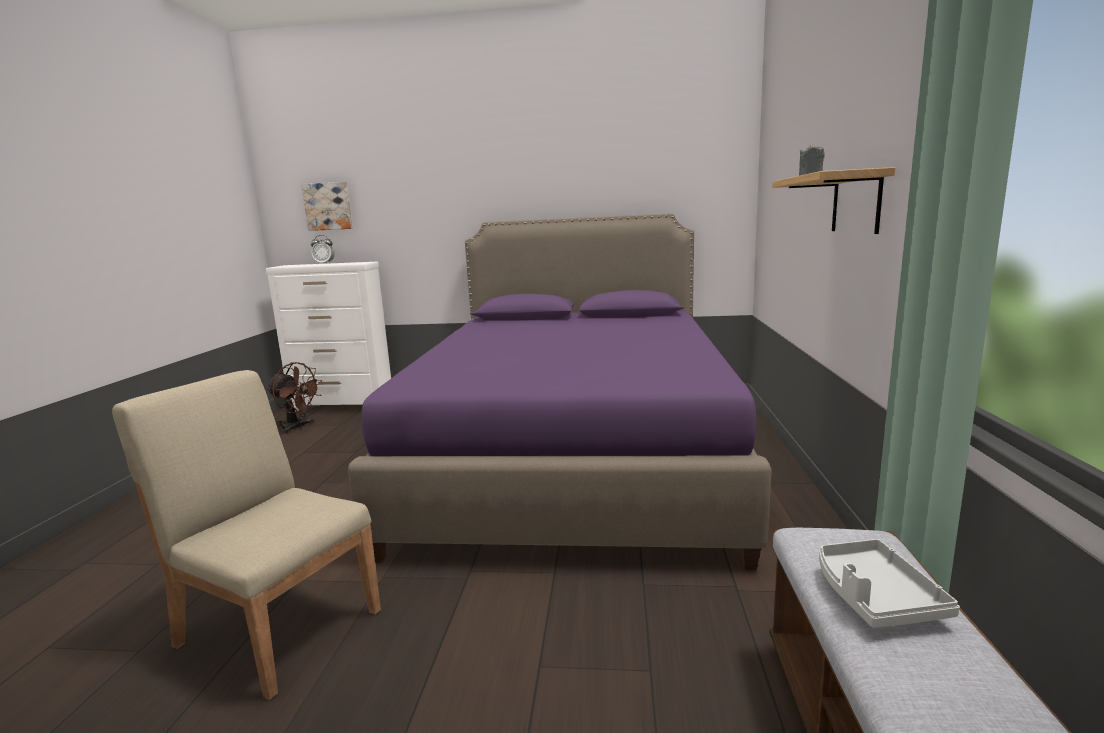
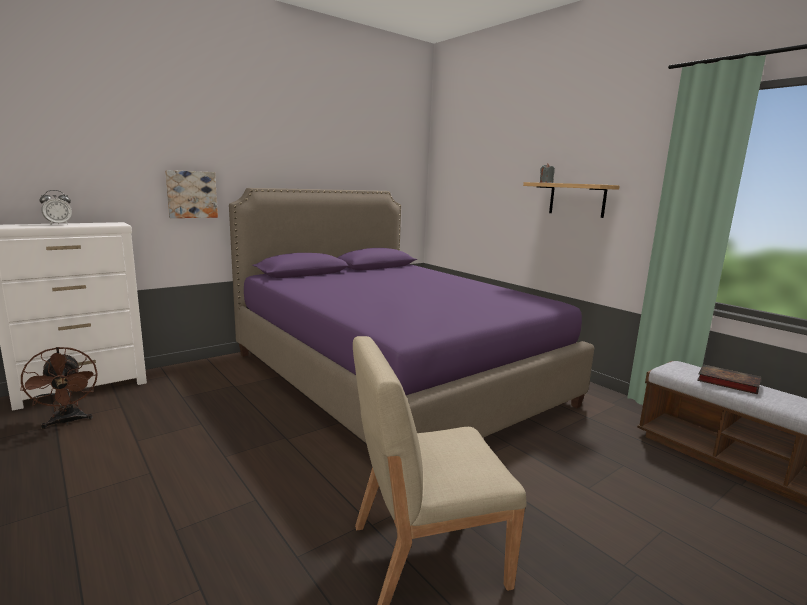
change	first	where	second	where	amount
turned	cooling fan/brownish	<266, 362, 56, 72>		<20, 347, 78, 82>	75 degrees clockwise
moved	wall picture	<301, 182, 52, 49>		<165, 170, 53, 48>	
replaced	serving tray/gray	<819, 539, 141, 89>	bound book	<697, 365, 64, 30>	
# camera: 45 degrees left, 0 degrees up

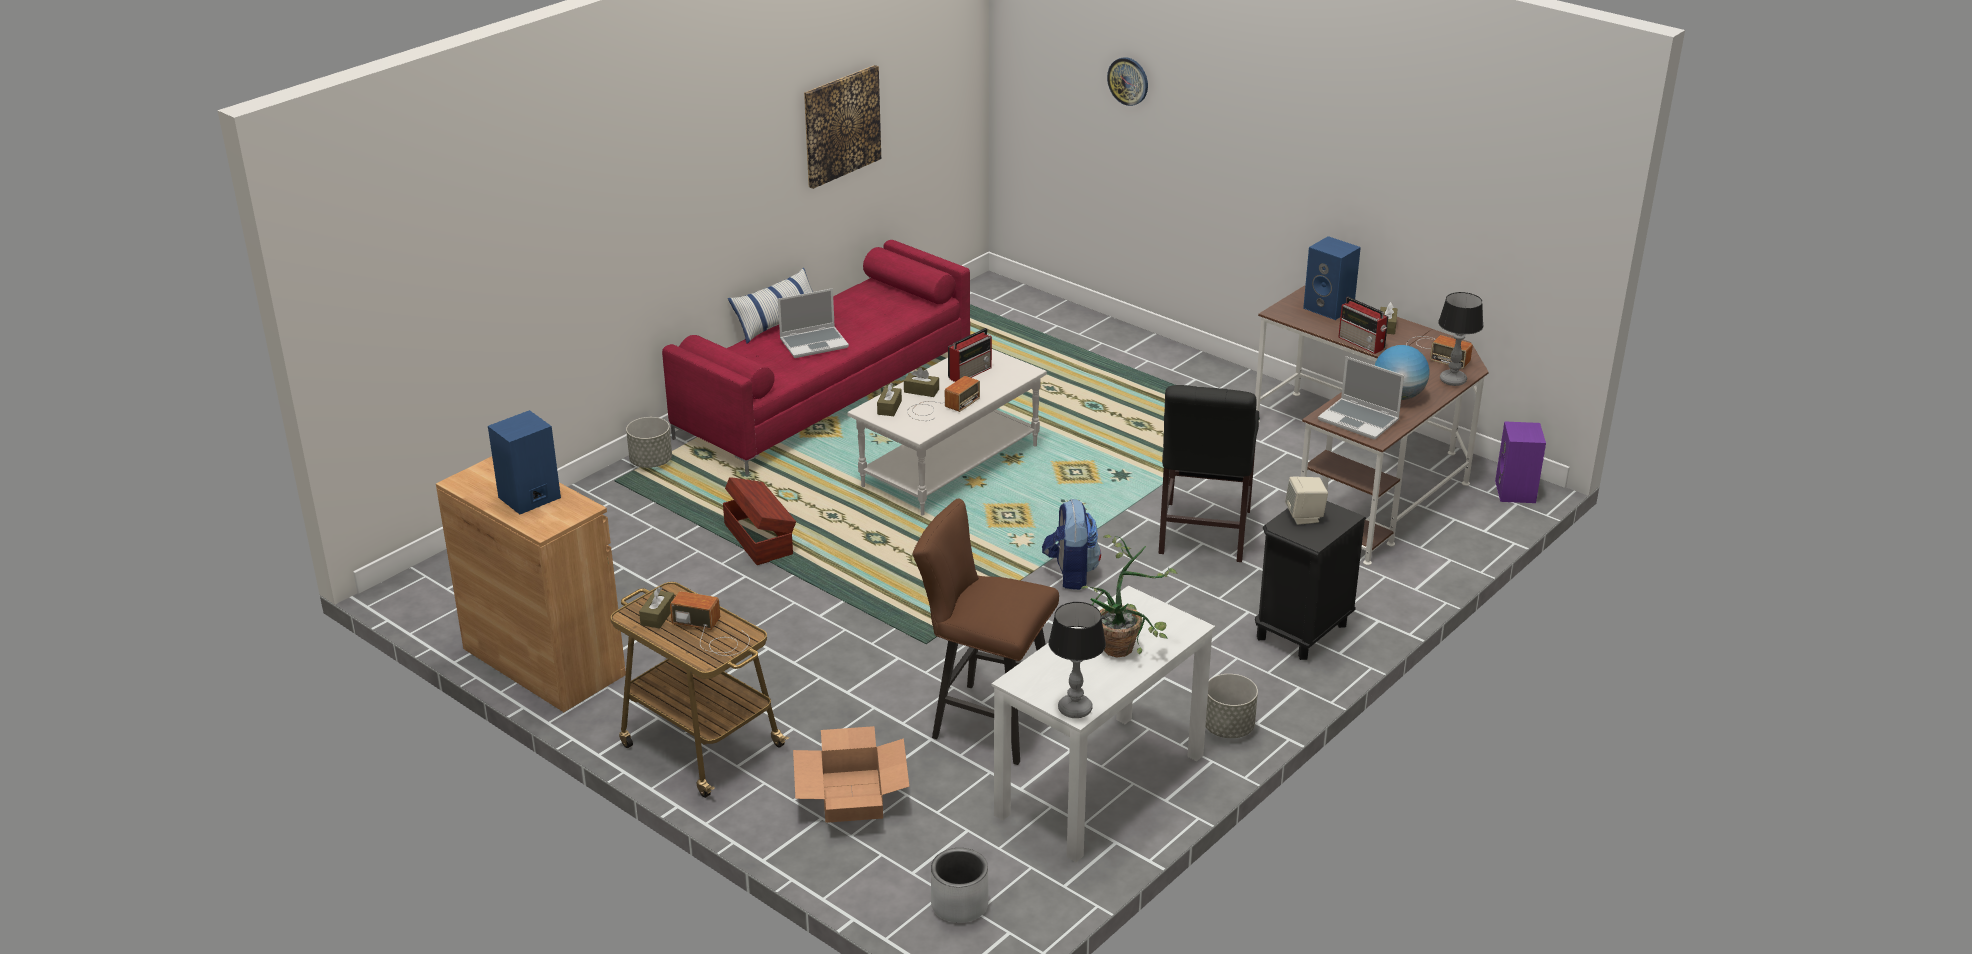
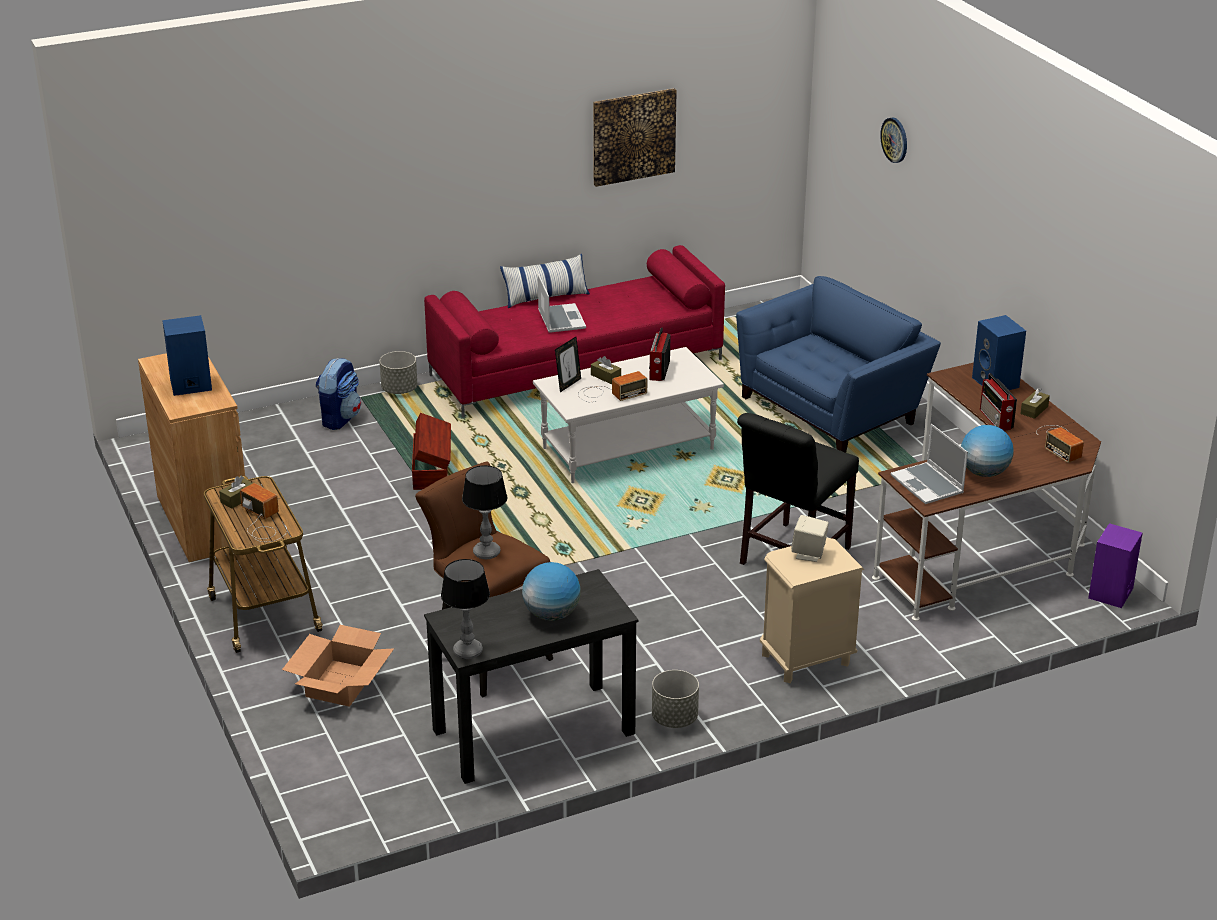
change	first	where	second	where	amount
moved	knapsack	<1042, 499, 59, 91>		<315, 358, 46, 72>	
recoloured	desk unit/whitish	<992, 586, 223, 276>	desk unit/black	<424, 569, 214, 215>	
moved	lamp for a table	<1438, 292, 45, 94>		<462, 465, 46, 94>	
replaced	houseplant	<1081, 535, 97, 122>	desk globe	<522, 562, 59, 59>	
turned	laptop	<778, 288, 71, 70>		<538, 274, 48, 59>	105 degrees counterclockwise
replaced	tissue box/brownish	<877, 383, 25, 33>	photo frame	<555, 337, 26, 55>	
turned	radio receiver	<948, 328, 44, 54>		<649, 327, 22, 54>	120 degrees clockwise
added			easy chair/blue	<736, 276, 205, 177>	
recoloured	bedside table/black	<1255, 501, 111, 159>	bedside table/sand-coloured	<760, 537, 104, 146>	
removed	planter/gray	<931, 848, 58, 75>			
# camera: 25 degrees right, 0 degrees up

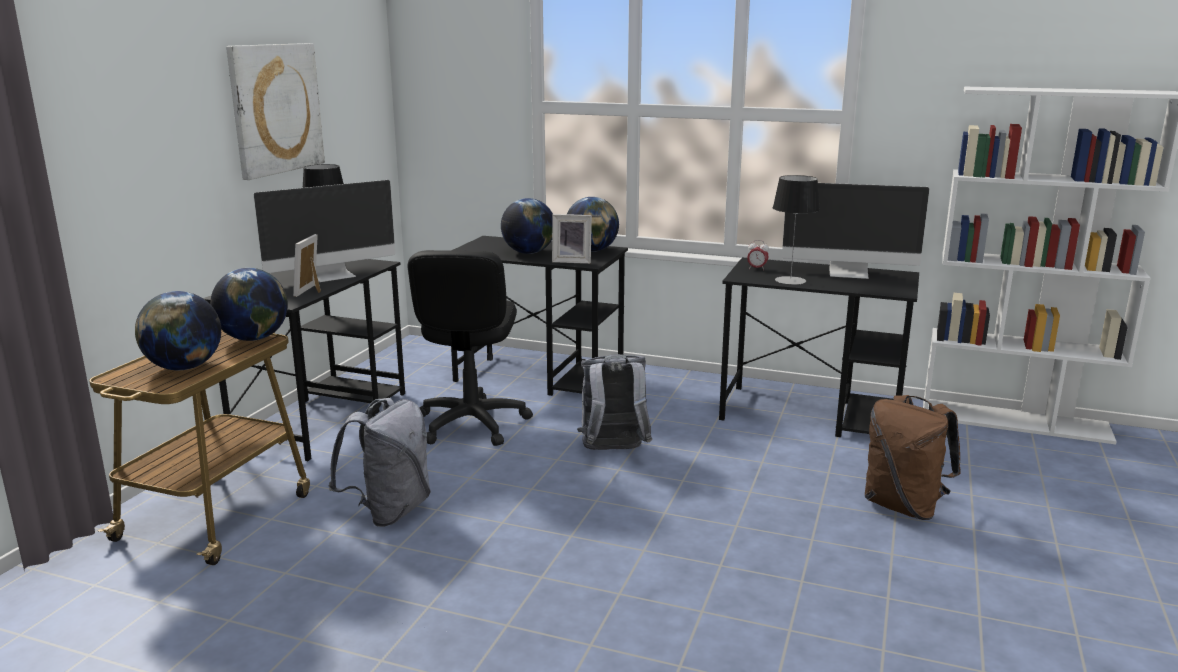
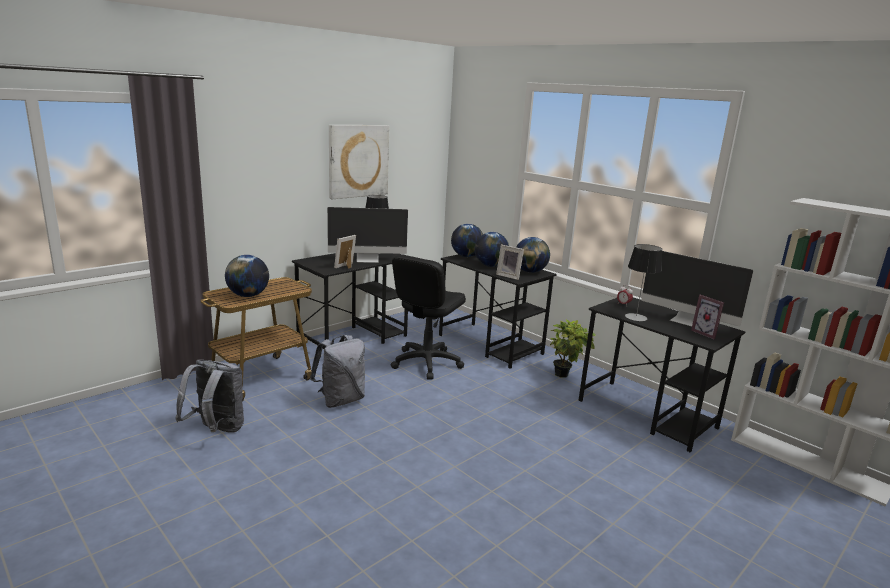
change	first	where	second	where	amount
moved	knapsack/gray	<577, 354, 75, 96>		<175, 360, 69, 73>	
moved	desk globe	<210, 268, 78, 73>		<451, 224, 32, 33>	
added			houseplant	<550, 319, 45, 59>	
added			photo frame	<691, 295, 33, 44>	
removed	knapsack/brownish	<865, 395, 96, 125>			
# camera: 25 degrees right, 0 degrees up

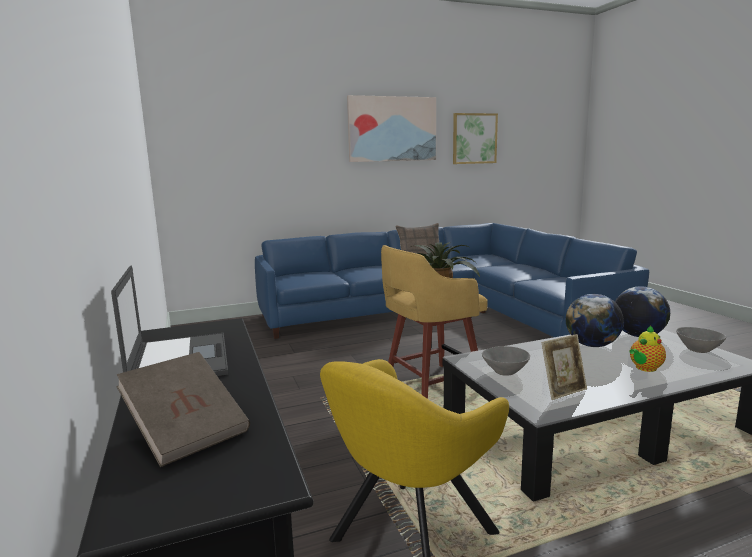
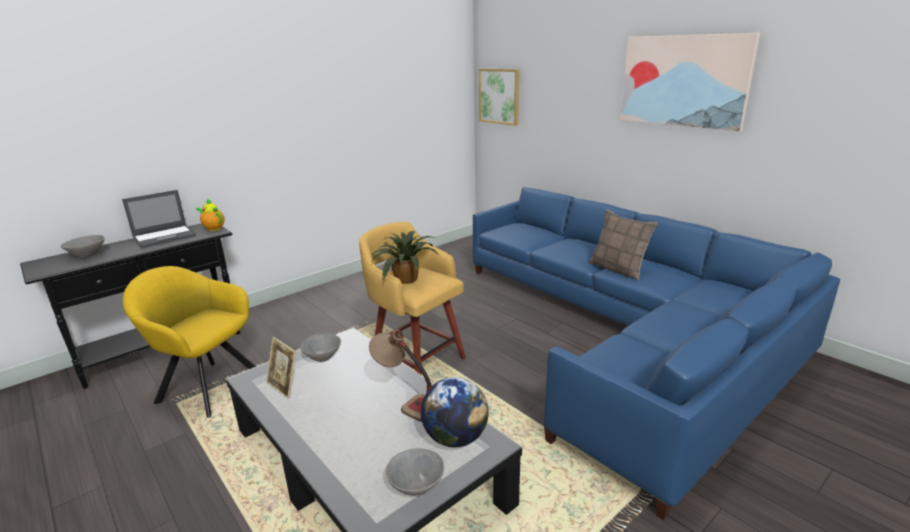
change	first	where	second	where	amount
replaced	bound book/brownish	<117, 352, 133, 115>	serving bowl/gray	<61, 235, 44, 23>	
moved	tea pot	<629, 326, 37, 46>		<196, 199, 29, 32>	
replaced	desk globe	<566, 294, 58, 53>	lamp for a table	<369, 330, 63, 92>	
moved	wall picture	<453, 113, 45, 51>		<479, 69, 40, 57>	
# camera: 70 degrees right, 10 degrees up

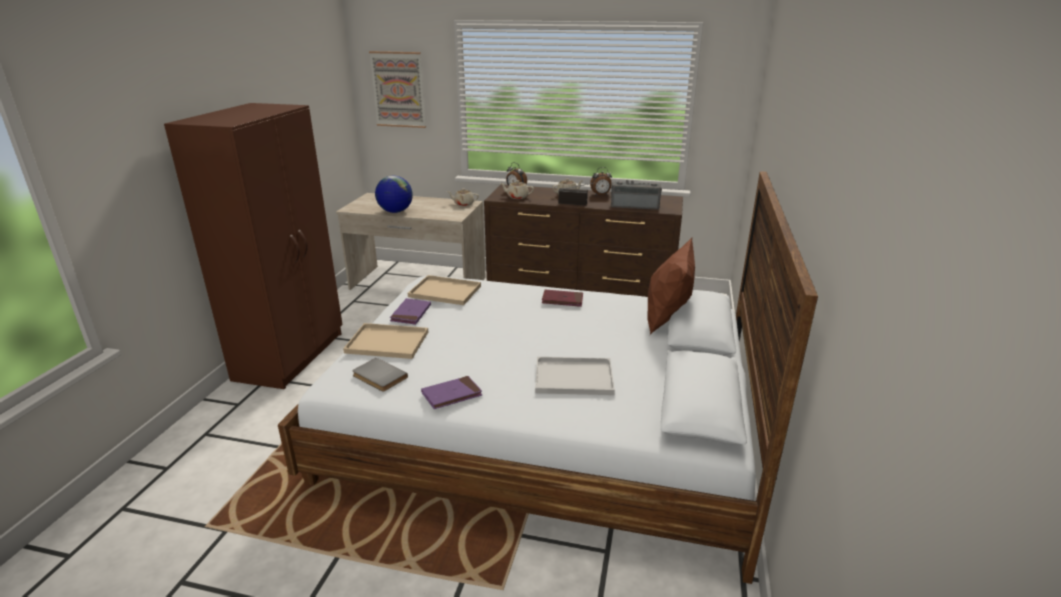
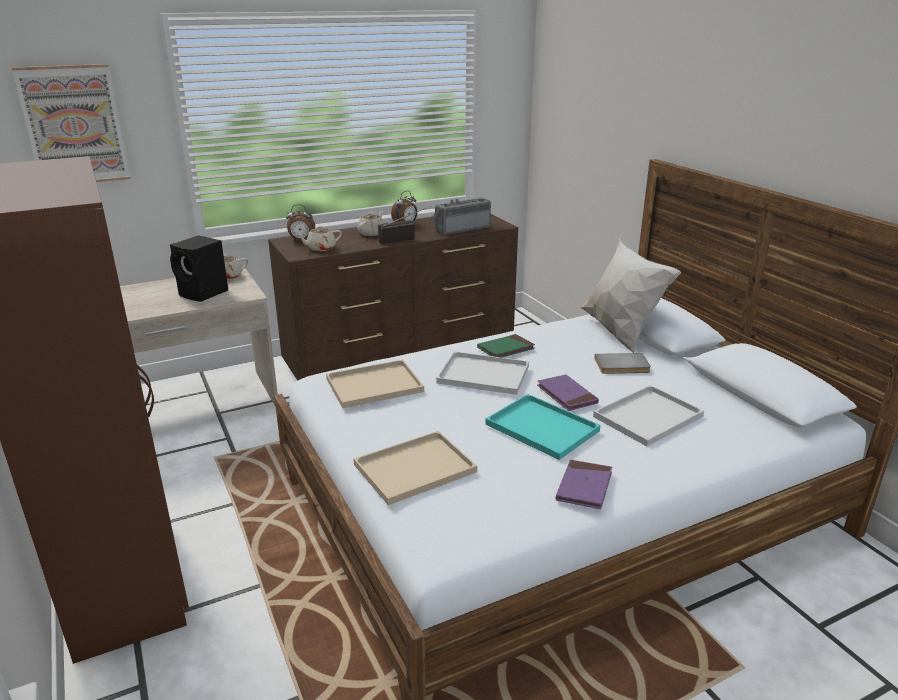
change	first	where	second	where	amount
added			loudspeaker/black	<170, 235, 58, 67>	
added			serving tray/whitish	<436, 351, 93, 44>	
recoloured	bound book/red-coloured	<542, 290, 41, 17>	bound book/green	<477, 334, 58, 23>	
added			serving tray/blue-green	<485, 394, 116, 66>	
moved	bound book/purple-coloured	<390, 298, 41, 27>		<537, 374, 62, 37>	
recoloured	cushion/brownish	<647, 236, 48, 99>	cushion/whitish	<580, 238, 101, 115>	
moved	bound book/gray	<352, 358, 56, 34>		<594, 353, 57, 21>	
removed	desk globe	<375, 176, 38, 37>			
# camera: 40 degrees left, 0 degrees up

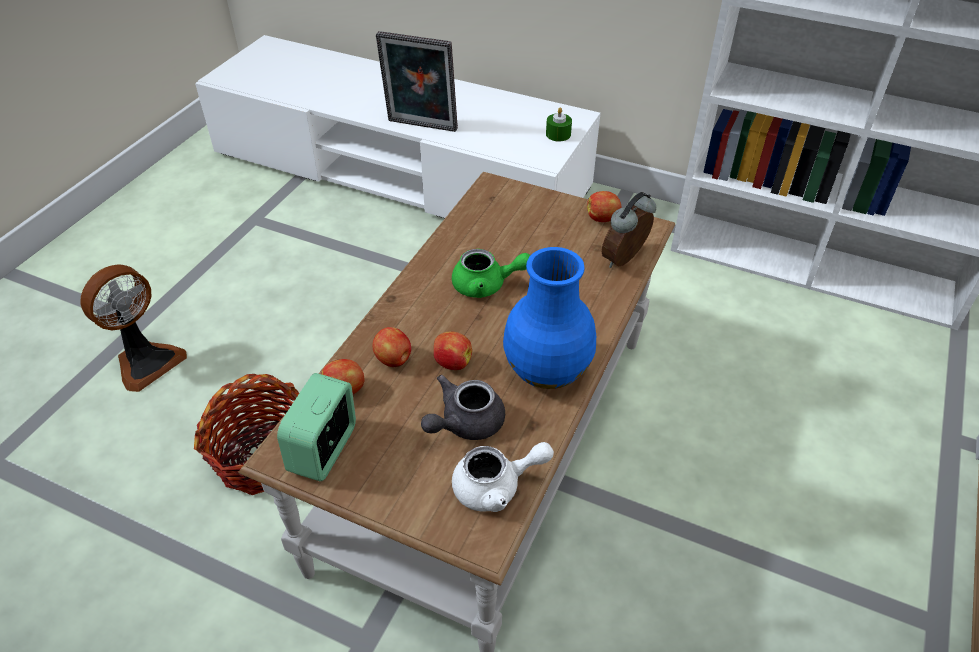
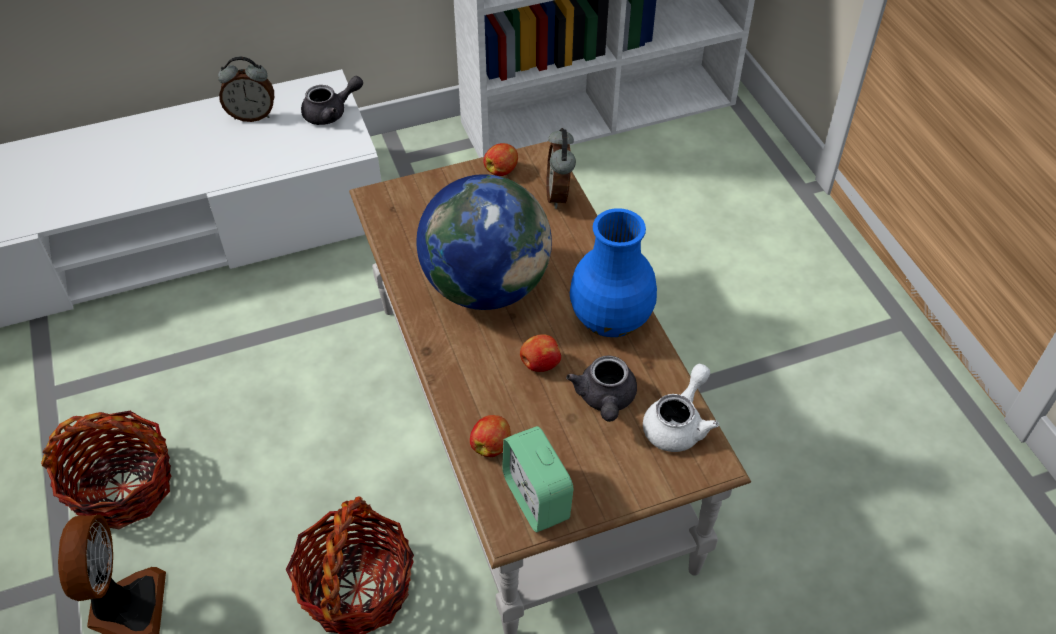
change	first	where	second	where	amount
added			storage basket	<41, 411, 130, 118>	
added			bedside clock	<218, 57, 56, 65>	
replaced	wax candle/green	<546, 107, 26, 35>	tea pot/gray	<301, 76, 62, 49>	
replaced	tea pot/green	<452, 249, 78, 49>	desk globe	<416, 174, 136, 136>	
removed	apple fruit	<372, 327, 39, 40>			
removed	photo frame	<376, 31, 82, 101>			
# camera: 45 degrees left, 5 degrees up

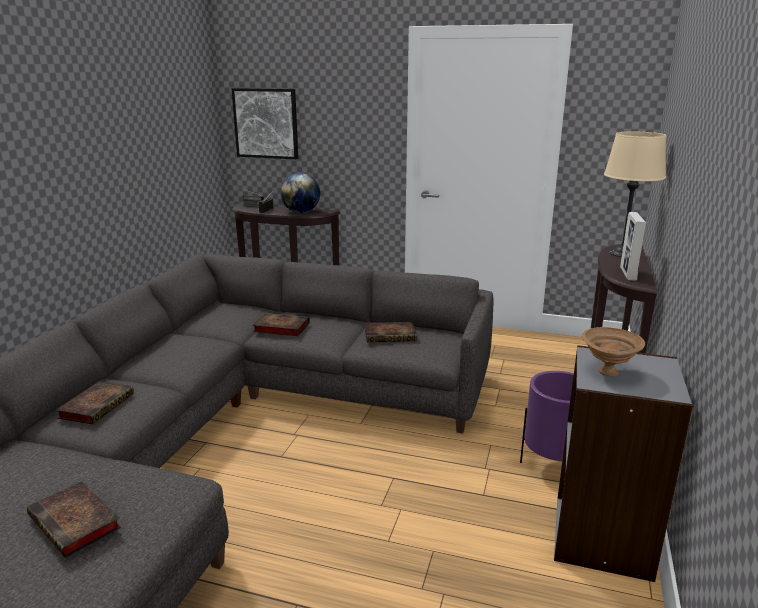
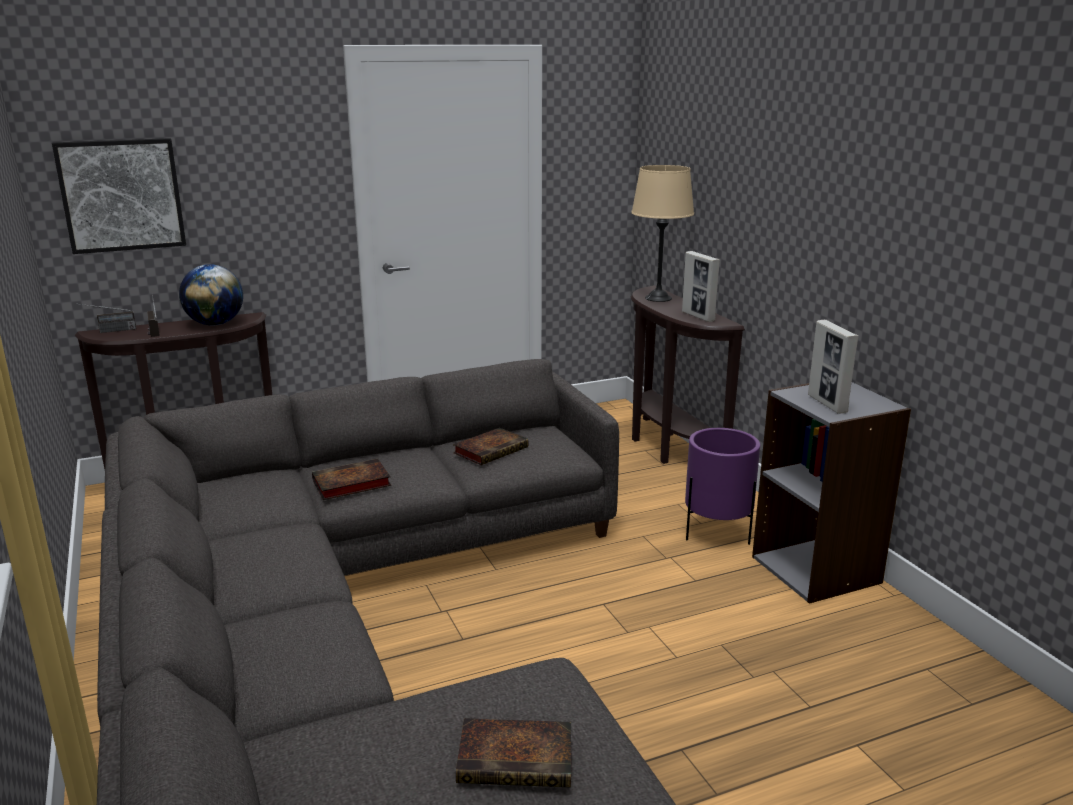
change	first	where	second	where	amount
replaced	serving bowl/brownish	<582, 327, 63, 50>	photo frame	<808, 320, 51, 94>	
removed	bound book	<56, 381, 78, 43>			
# camera: 40 degrees left, 0 degrees up

